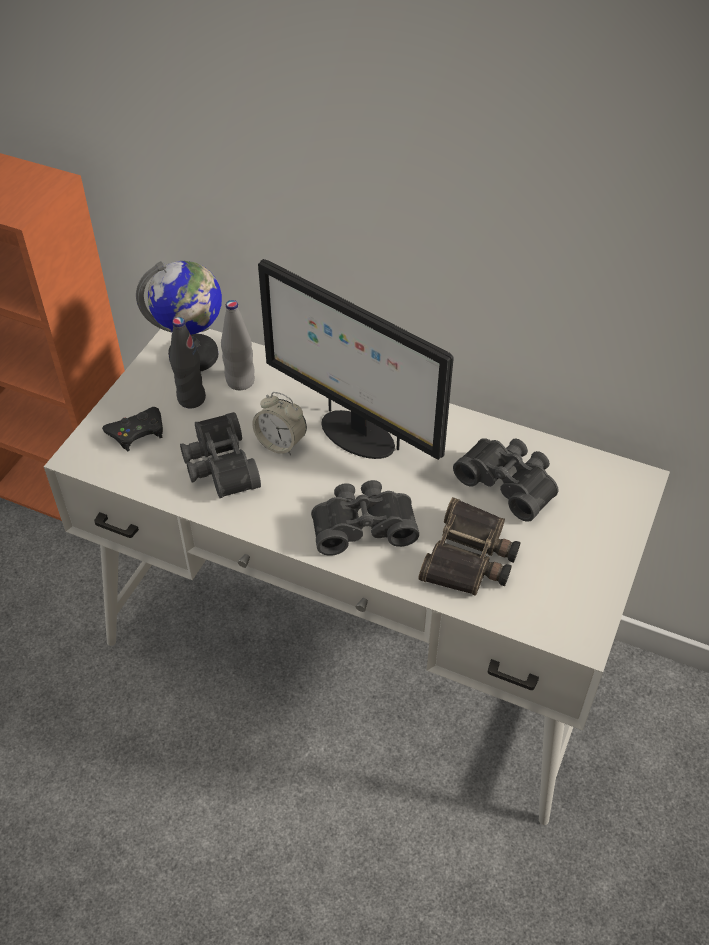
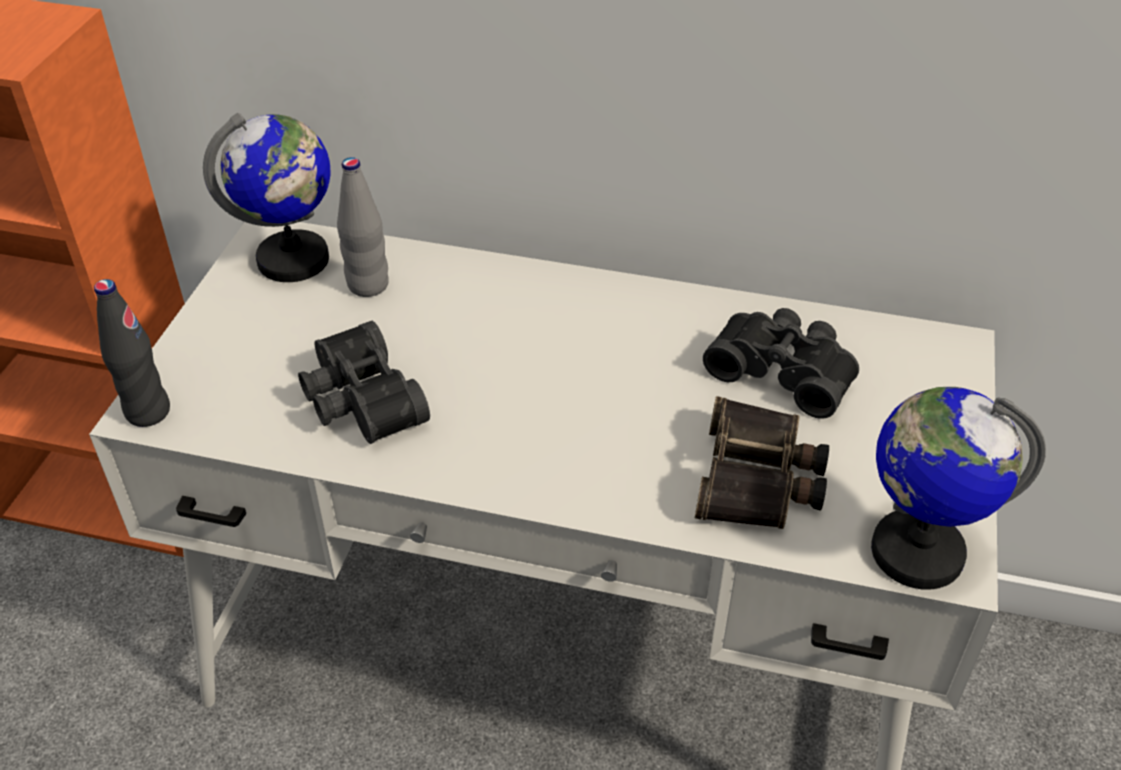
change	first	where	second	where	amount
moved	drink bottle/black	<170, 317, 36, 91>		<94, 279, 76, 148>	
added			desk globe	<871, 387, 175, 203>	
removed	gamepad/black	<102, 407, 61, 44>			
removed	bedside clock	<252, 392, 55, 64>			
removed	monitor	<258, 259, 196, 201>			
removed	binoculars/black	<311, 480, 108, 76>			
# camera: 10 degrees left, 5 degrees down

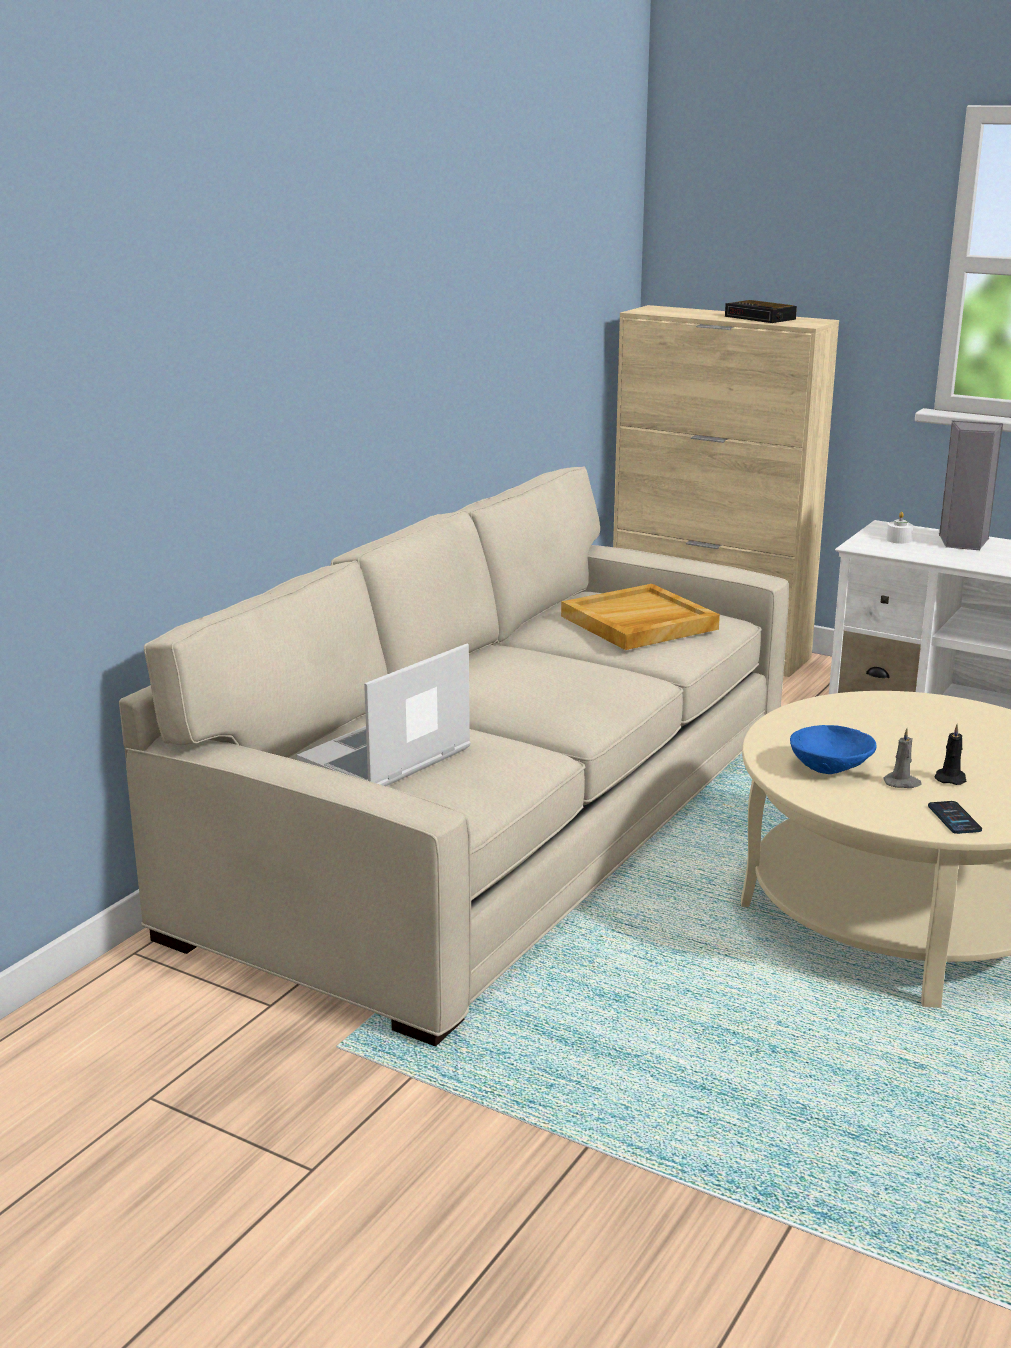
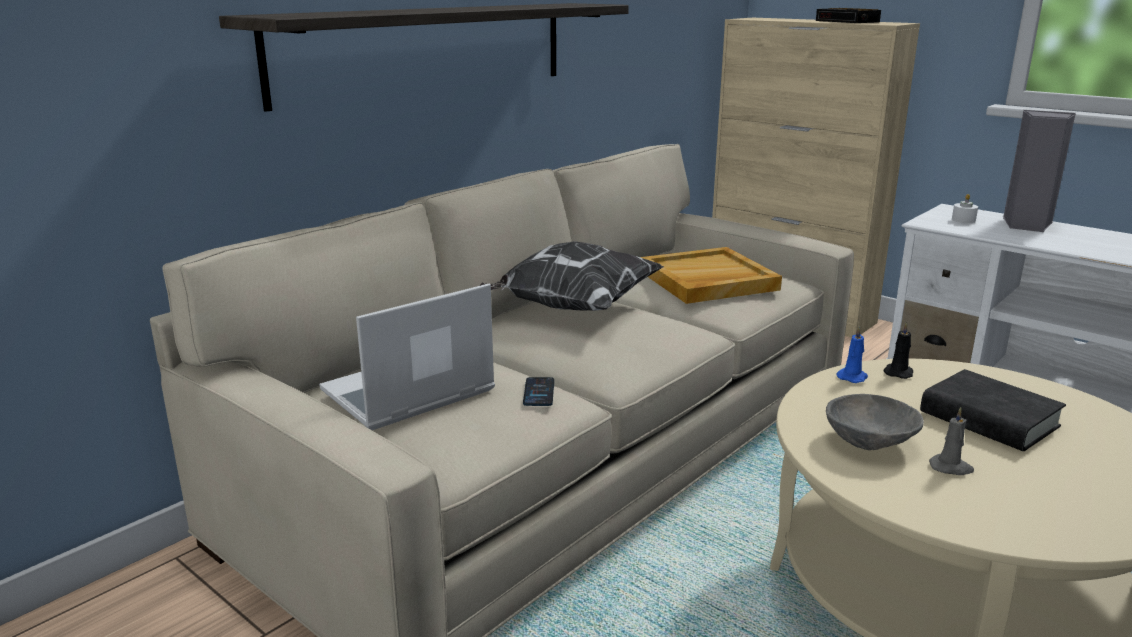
change	first	where	second	where	amount
added			bracket shelf	<219, 3, 410, 109>	
added			cushion	<480, 241, 184, 70>	
moved	phone	<928, 801, 54, 33>		<523, 377, 31, 29>	
recoloured	serving bowl/blue	<790, 725, 87, 49>	serving bowl/gray	<826, 394, 98, 56>	
added			wax candle/blue	<836, 326, 32, 57>	
moved	wax candle/black	<935, 724, 31, 61>		<883, 322, 30, 57>	
added			bound book/black	<920, 369, 146, 82>	
# camera: 10 degrees right, 0 degrees up

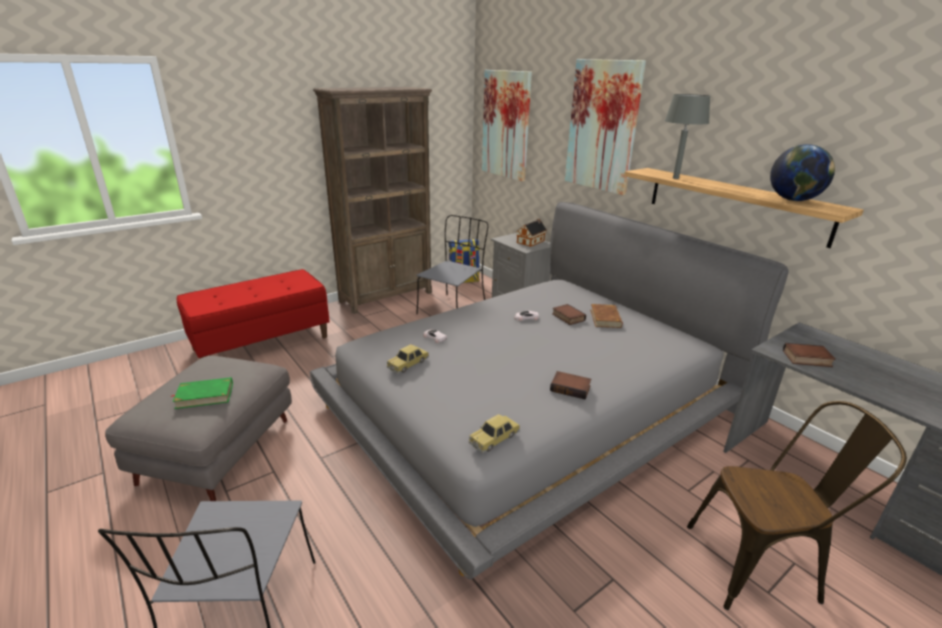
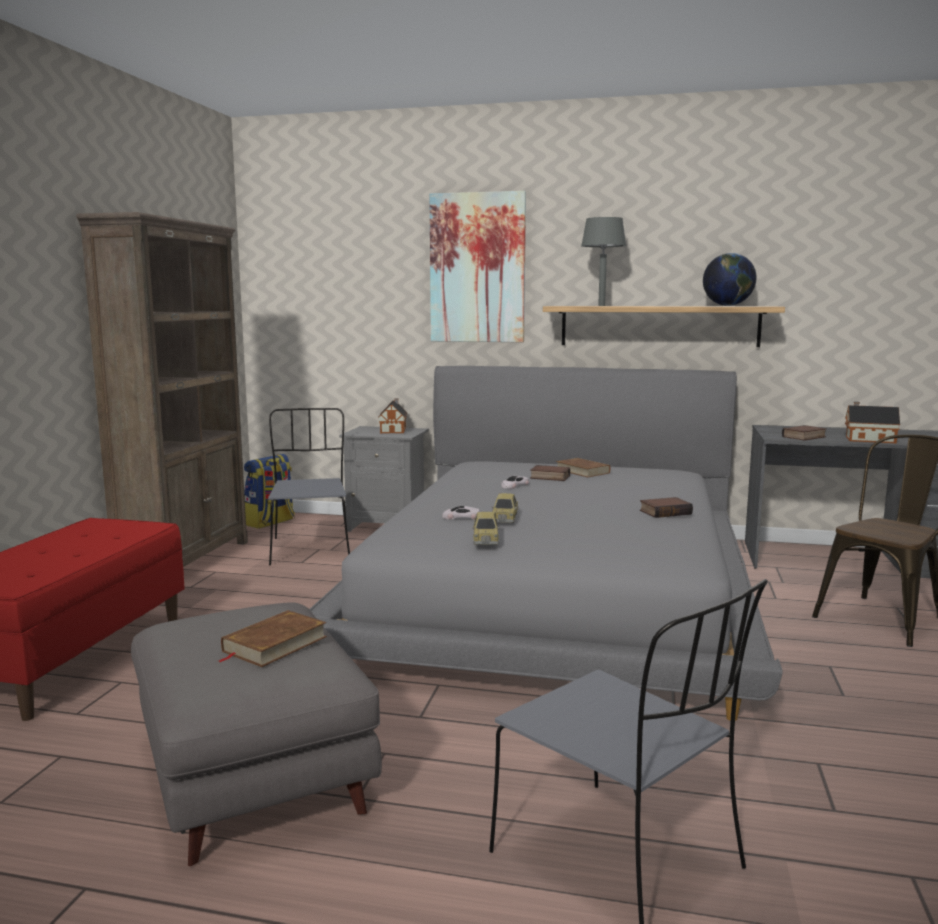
change	first	where	second	where	amount
recoloured	bound book/green	<170, 377, 63, 32>	bound book/brownish	<219, 610, 108, 57>	
moved	model car	<469, 414, 51, 39>		<492, 493, 26, 30>	
added			model house	<845, 401, 55, 42>	
removed	wall picture	<482, 70, 50, 111>			
# camera: 40 degrees left, 15 degrees down

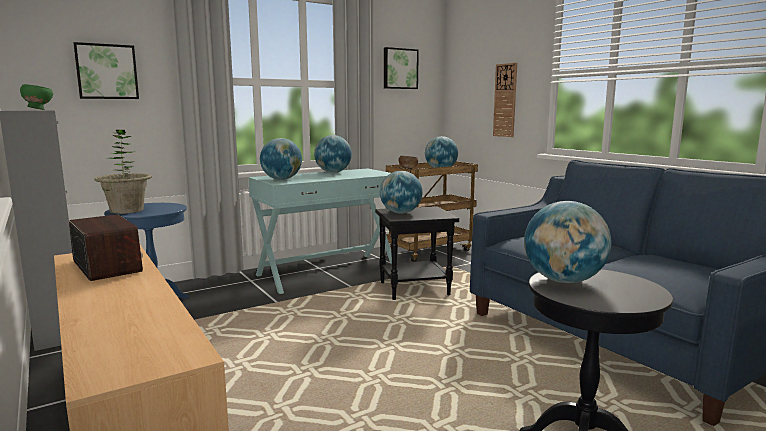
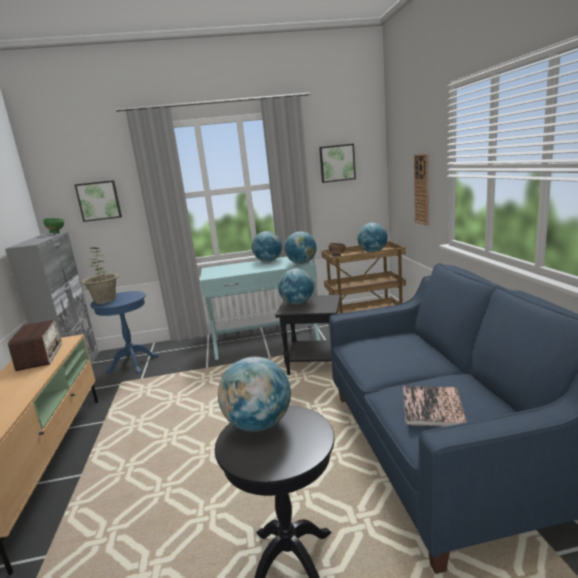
change	first	where	second	where	amount
moved	desk globe	<260, 138, 42, 42>		<284, 232, 33, 32>	
added			bound book	<403, 386, 64, 41>	
# camera: 25 degrees right, 5 degrees up

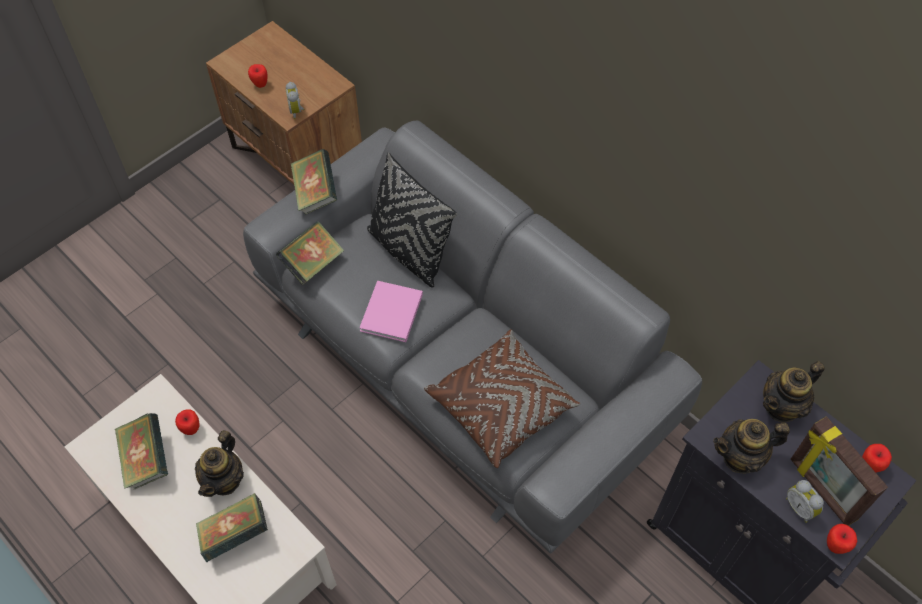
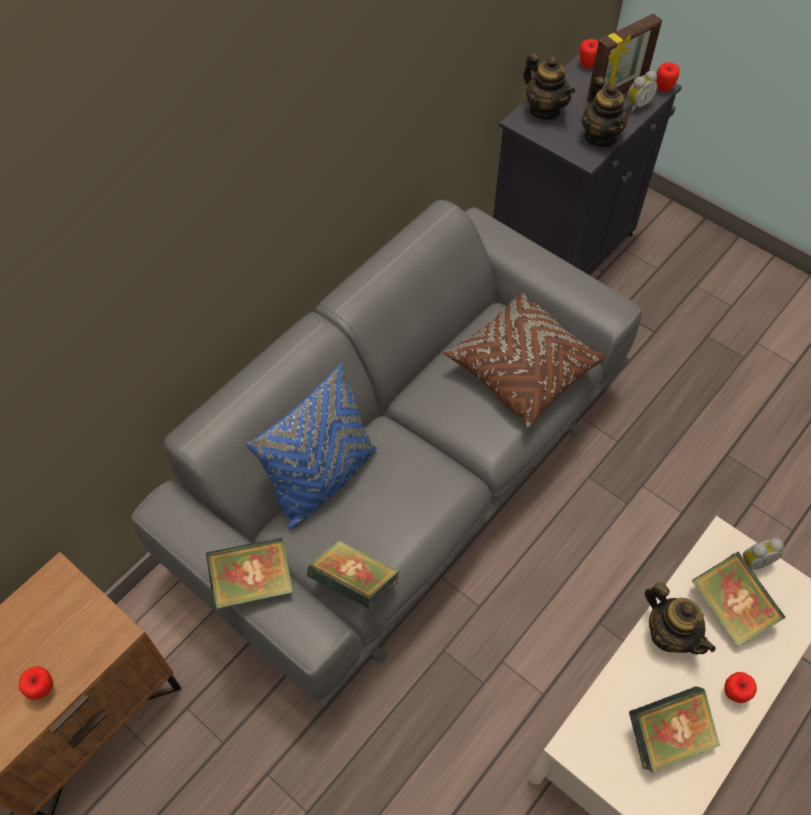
change	first	where	second	where	amount
recoloured	cushion/black	<367, 152, 90, 136>	cushion/blue	<246, 364, 131, 167>	
turned	tea pot	<195, 430, 49, 67>		<645, 582, 71, 72>	45 degrees clockwise
moved	apple fruit	<175, 409, 25, 26>		<724, 672, 33, 31>	
moved	bedside clock	<286, 82, 19, 37>		<743, 538, 41, 32>	
removed	bound book/pink-coloured	<359, 281, 64, 61>			
# camera: 95 degrees left, 0 degrees up

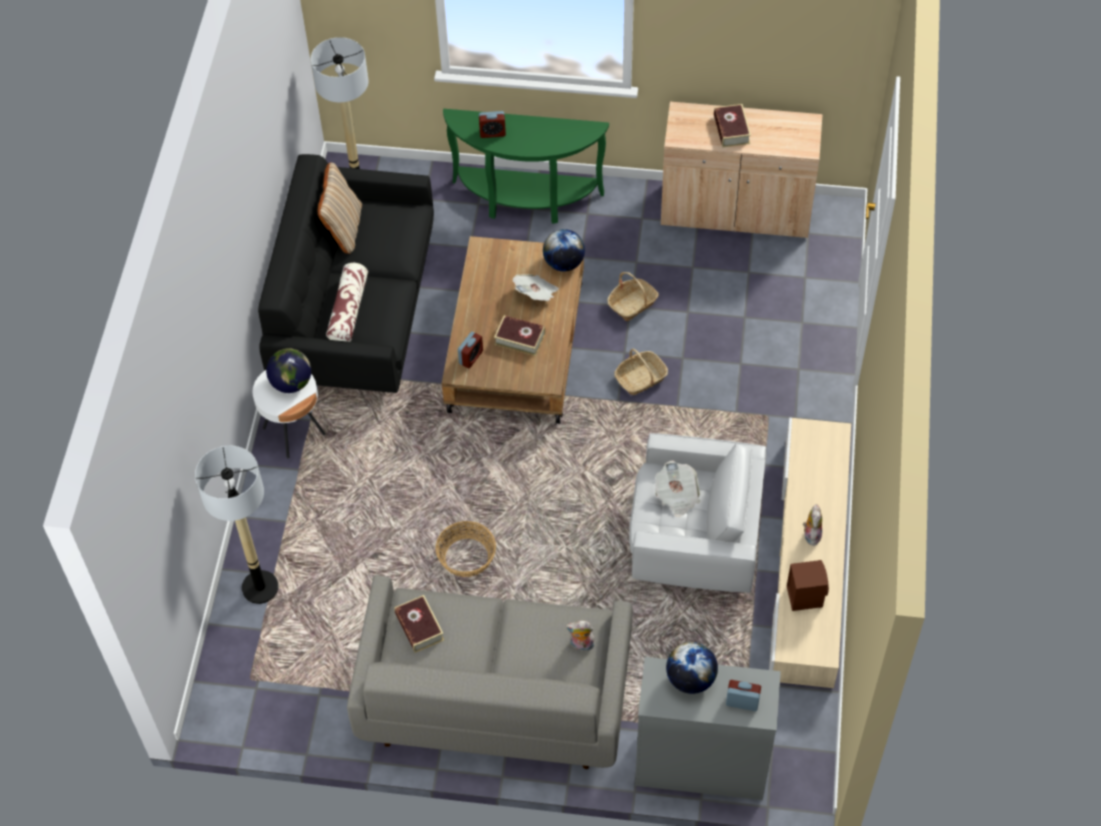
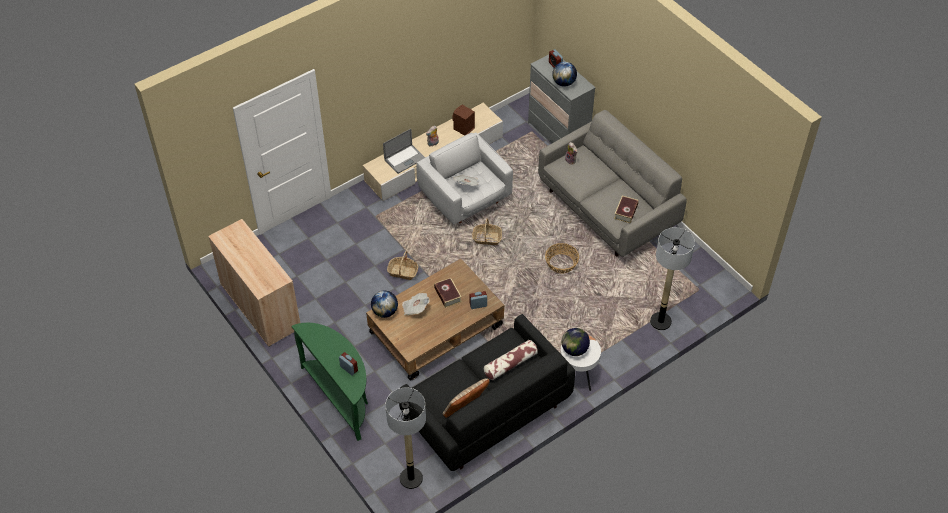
change	first	where	second	where	amount
added			laptop	<383, 129, 42, 45>	
moved	storage basket	<607, 272, 52, 49>		<472, 218, 30, 27>	
removed	bound book	<714, 104, 37, 44>			
# camera: 135 degrees left, 5 degrees down

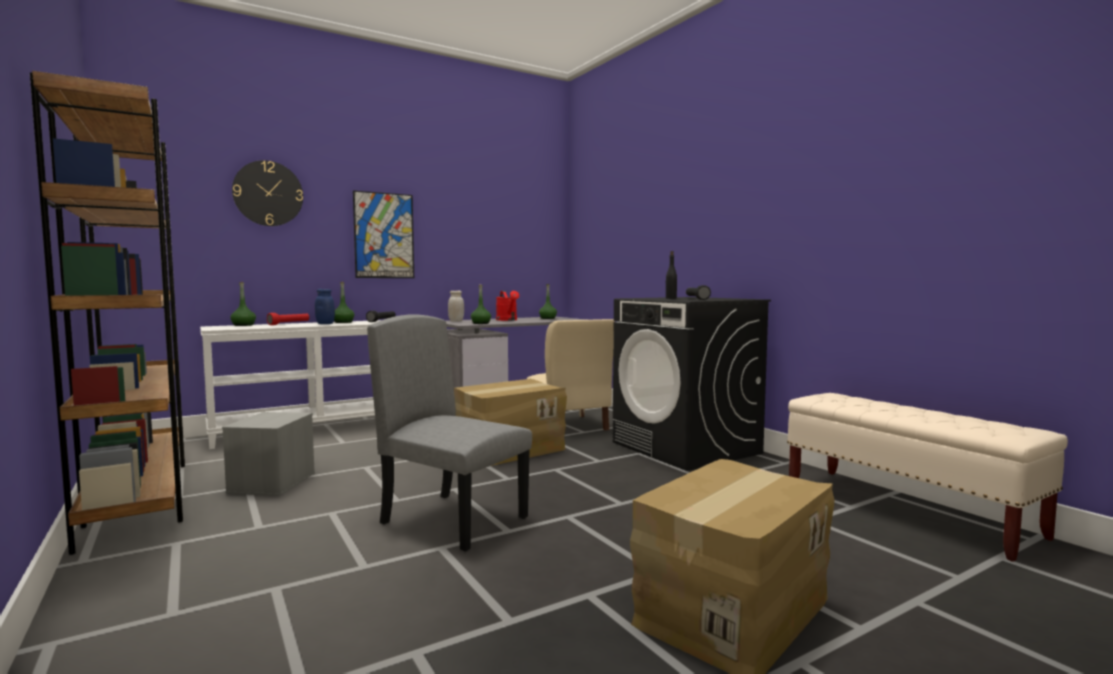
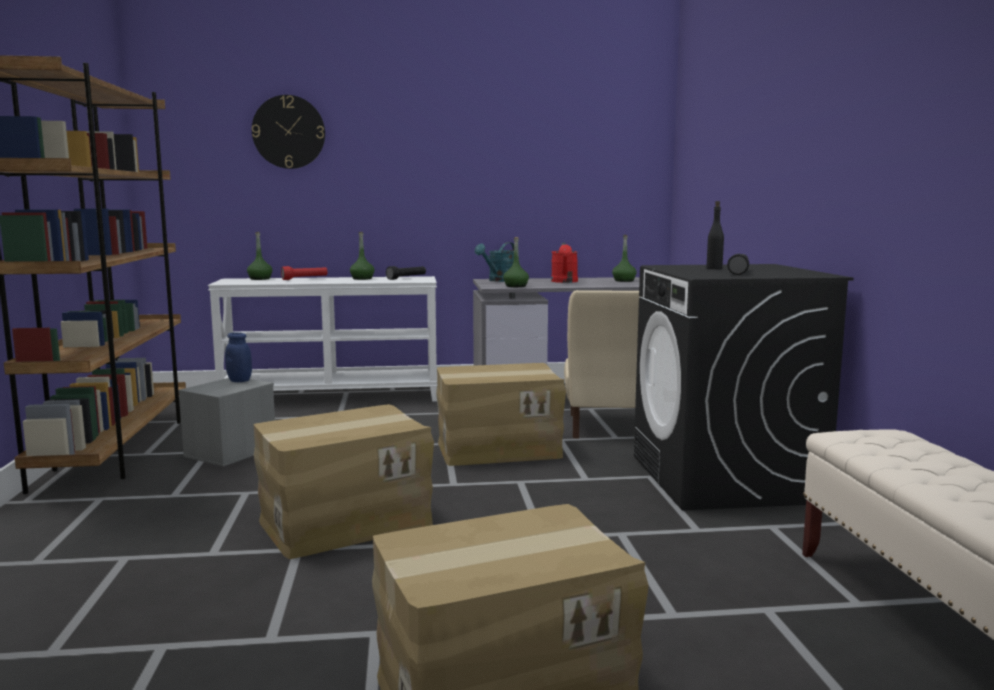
change	first	where	second	where	amount
moved	storage jar/blue	<315, 289, 20, 35>		<225, 332, 27, 50>	
replaced	plain chair/gray	<367, 315, 165, 236>	carton	<254, 404, 180, 155>	
replaced	storage jar/whitish	<448, 291, 16, 30>	watering can/blue-green	<475, 242, 39, 40>	
removed	wall picture	<353, 190, 61, 88>			
# camera: 25 degrees right, 5 degrees up

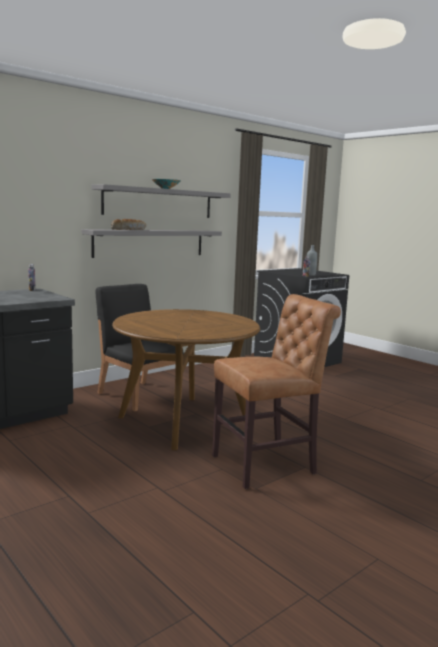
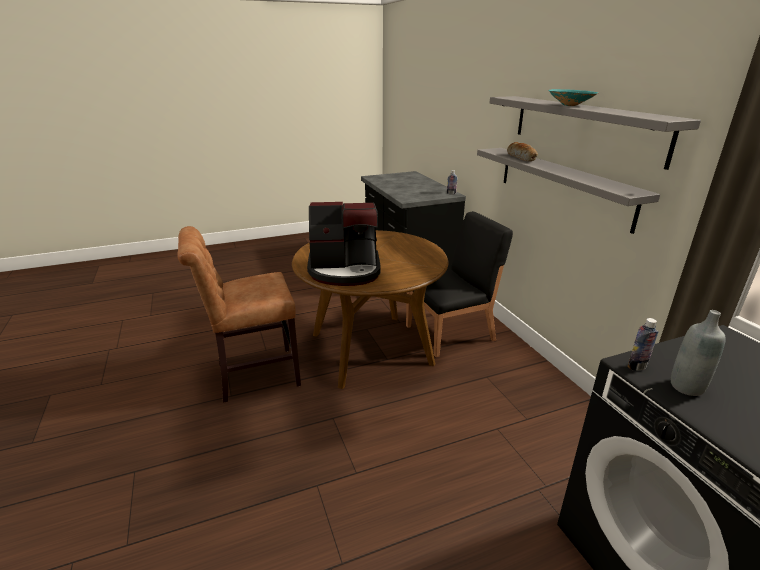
change	first	where	second	where	amount
turned	plain chair/brownish	<212, 294, 129, 195>		<177, 226, 124, 177>	75 degrees clockwise
added			coffee machine	<307, 202, 73, 84>	
# camera: 110 degrees right, 15 degrees up

